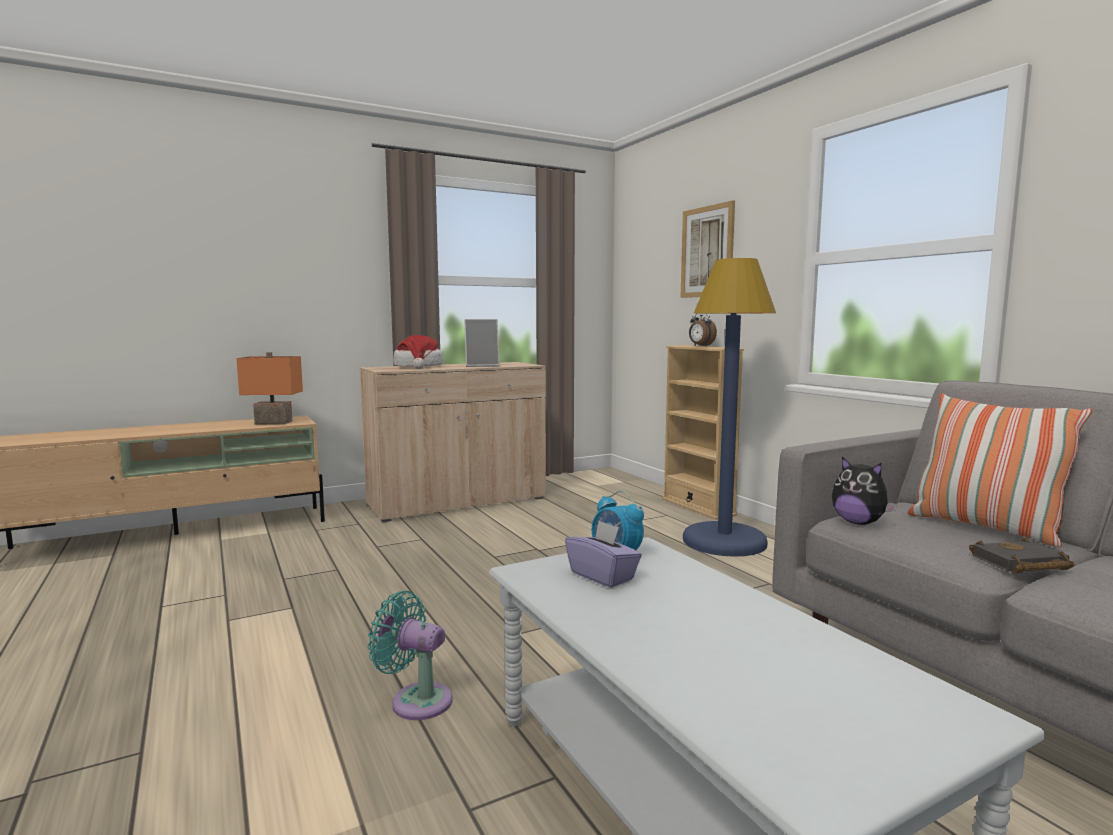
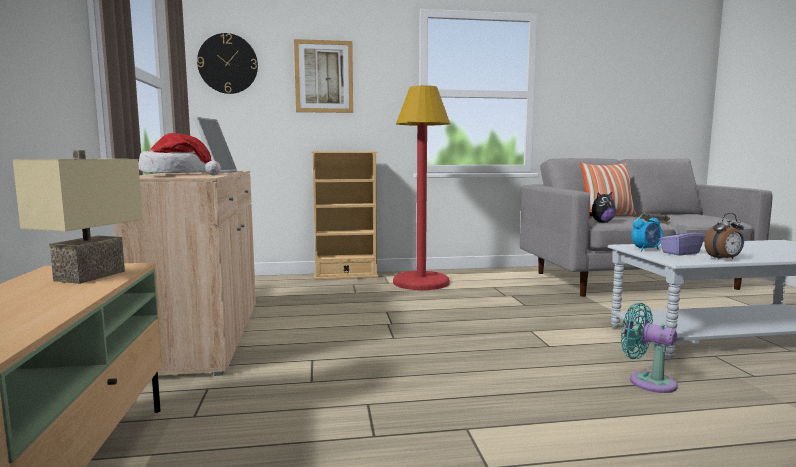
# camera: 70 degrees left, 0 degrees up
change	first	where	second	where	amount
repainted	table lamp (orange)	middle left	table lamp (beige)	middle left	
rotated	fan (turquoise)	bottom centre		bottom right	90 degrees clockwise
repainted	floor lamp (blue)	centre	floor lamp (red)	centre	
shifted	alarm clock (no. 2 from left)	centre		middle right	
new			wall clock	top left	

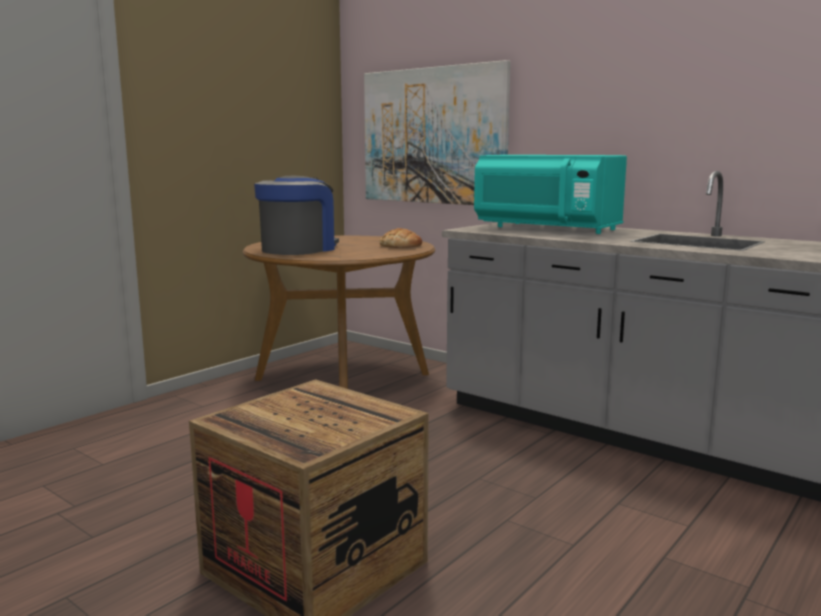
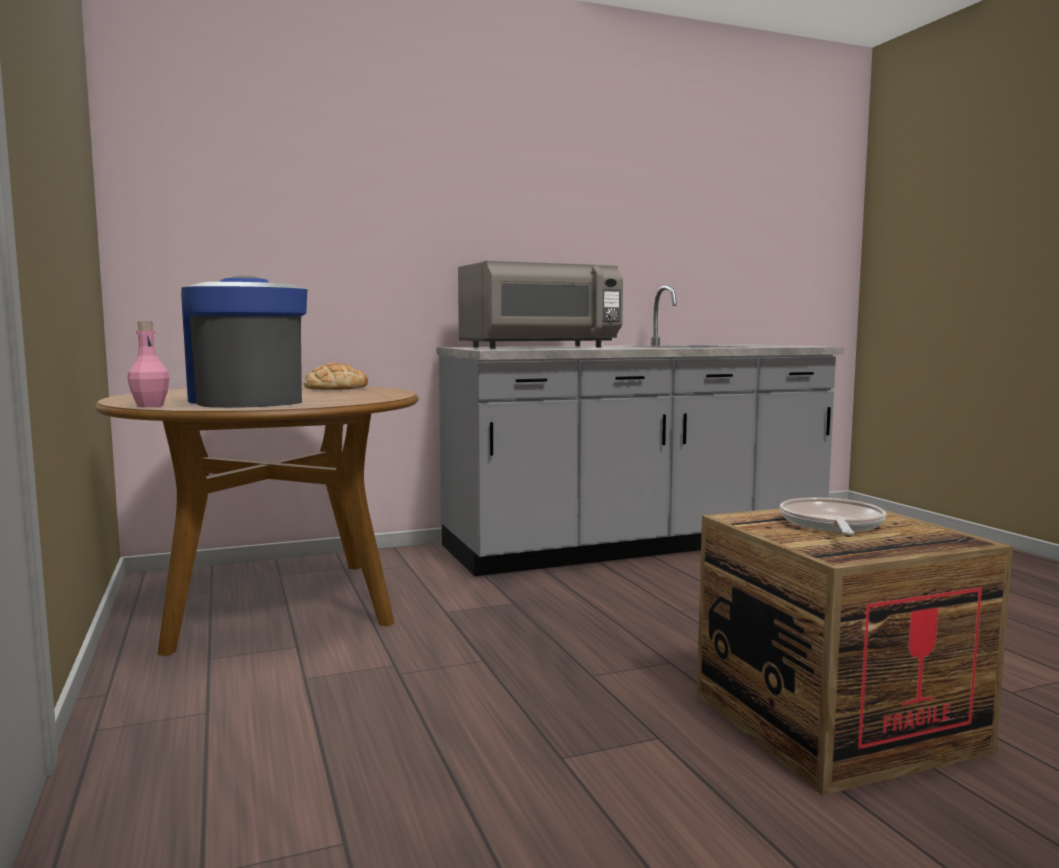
# camera: 60 degrees left, 5 degrees down
change	first	where	second	where	amount
gone	picture	top centre			
repainted	microwave (turquoise)	top right	microwave (grey)	centre	
new			bottle (pink)	middle left	
new			frying pan	middle right	

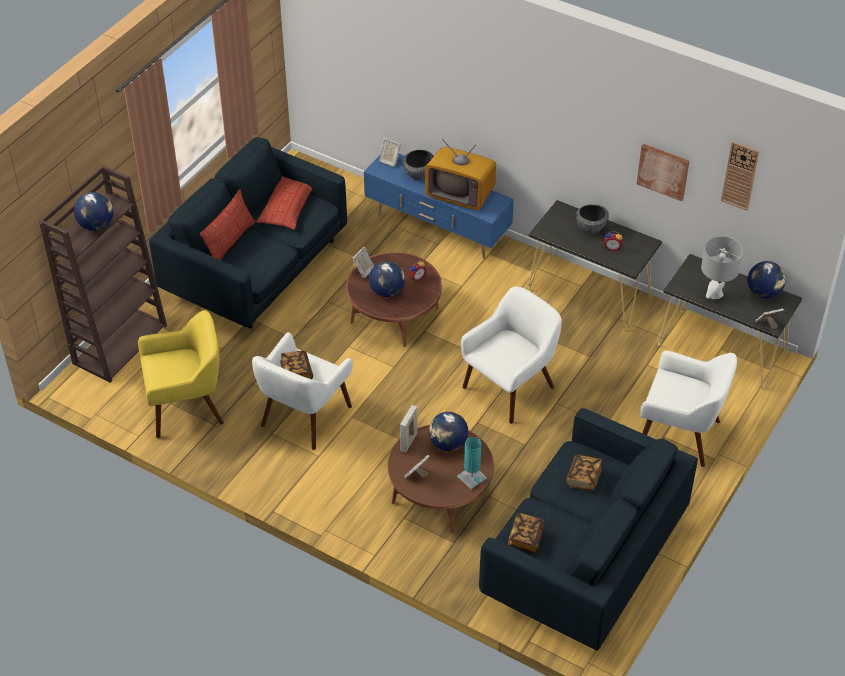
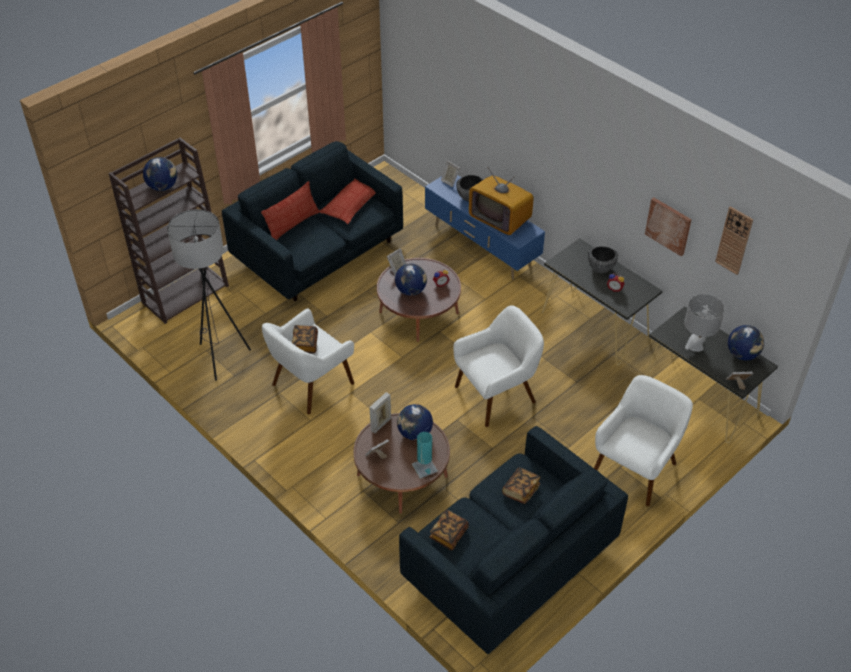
# camera: 15 degrees right, 0 degrees up
change	first	where	second	where	amount
swapped	armchair (yellow)	middle left	floor lamp (grey)	middle left	
rotated	armchair (white) (no. 3 from left)	middle right		middle right	90 degrees counterclockwise

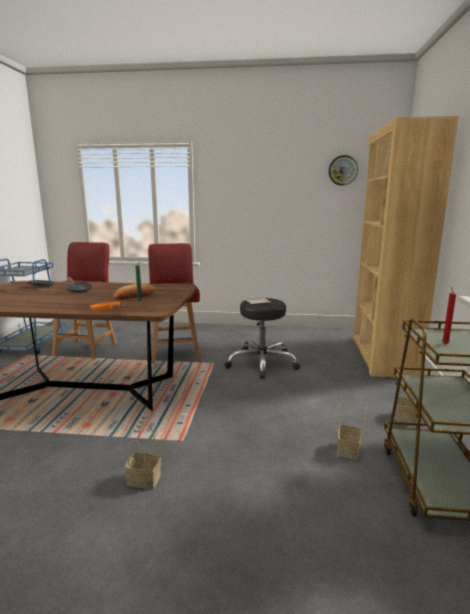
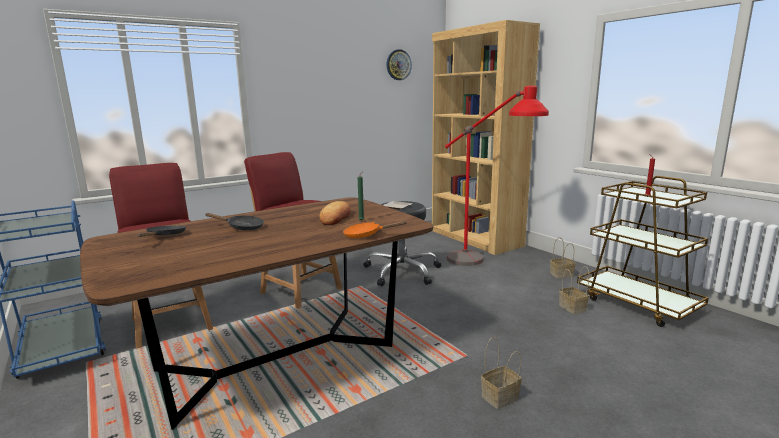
# camera: 40 degrees left, 0 degrees up
change	first	where	second	where	amount
new			floor lamp (red)	centre	

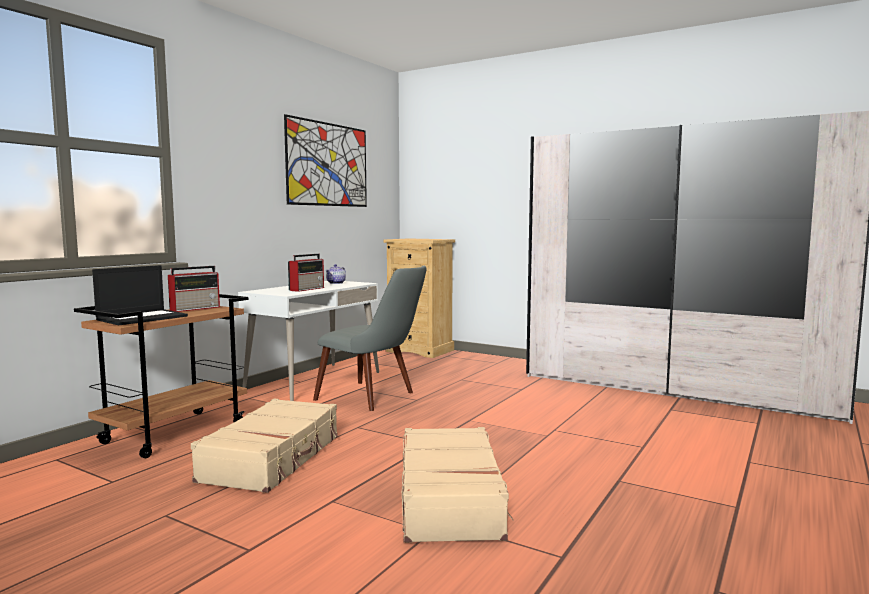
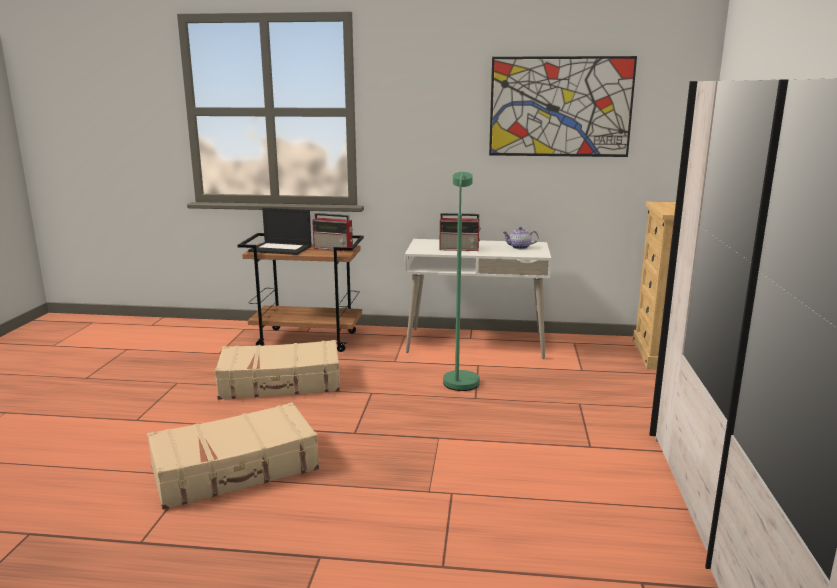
# camera: 65 degrees right, 10 degrees up
change	first	where	second	where	amount
swapped	chair (grey)	centre	floor lamp (green)	centre	

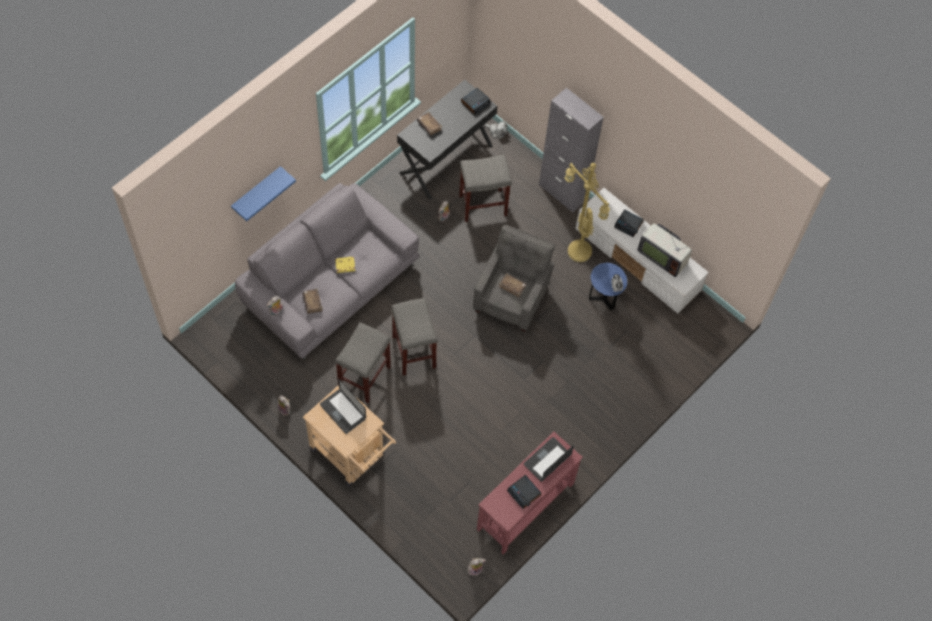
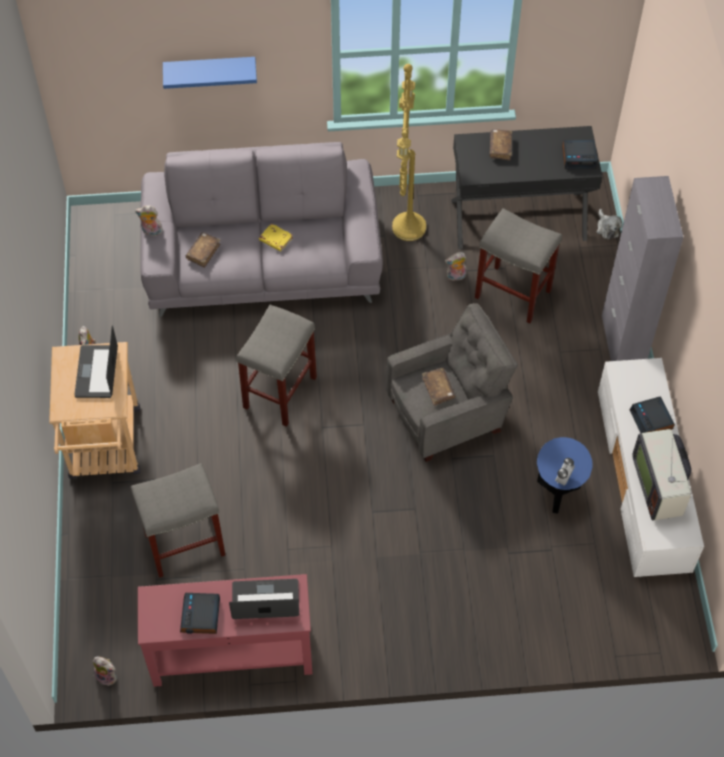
# camera: 45 degrees right, 5 degrees down
change	first	where	second	where	amount
shifted	stool (grey) (no. 1 from left)	centre		bottom left	
shifted	floor lamp (yellow)	centre		top centre	

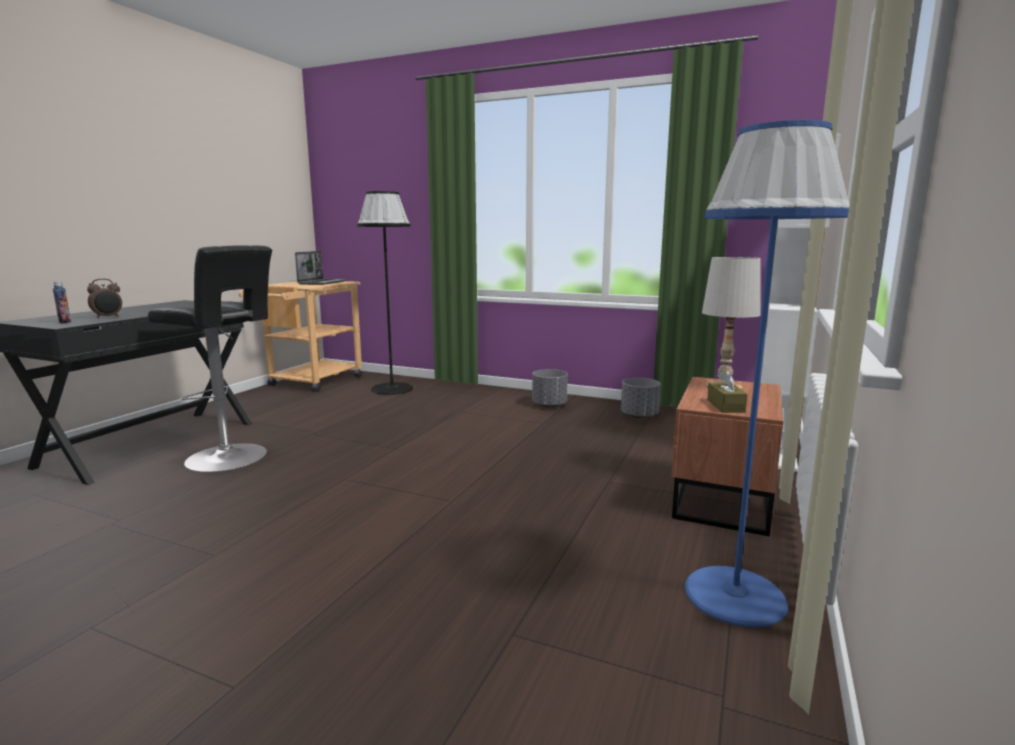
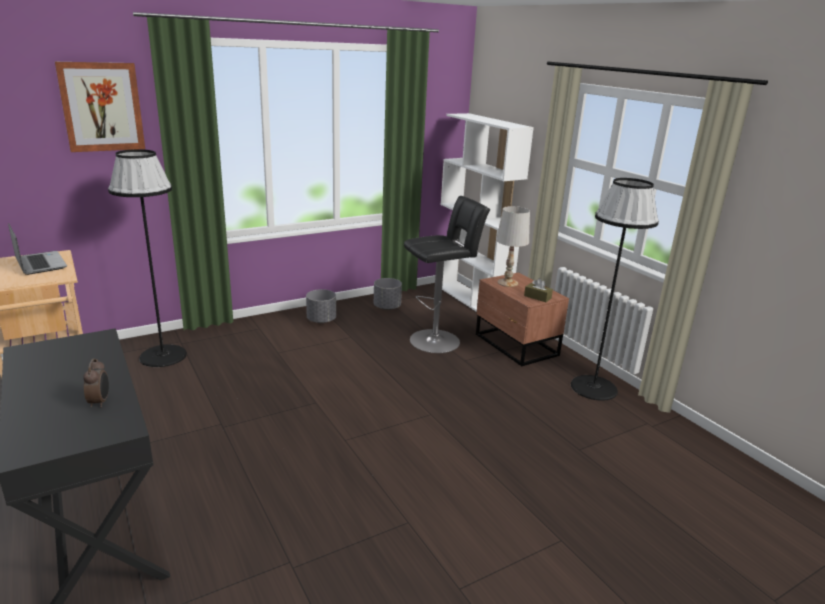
# camera: 55 degrees left, 10 degrees up
change	first	where	second	where	amount
gone	bottle	middle left			
shifted	stool (black)	middle left		centre	
repainted	floor lamp (blue)	middle right	floor lamp (black) (no. 2 from left)	middle right	
new			picture	top left	

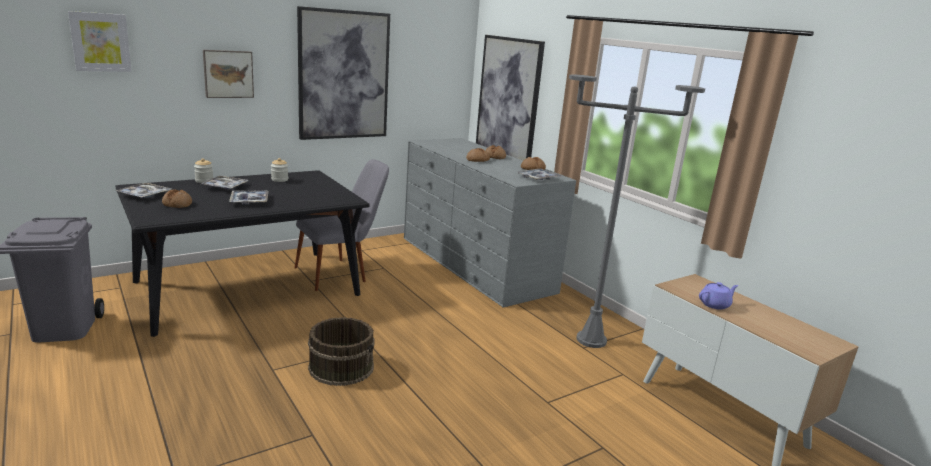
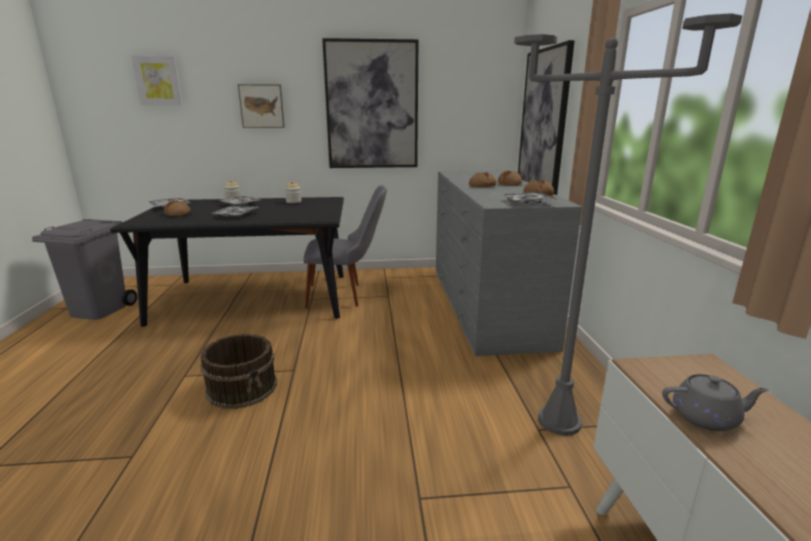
# camera: 30 degrees right, 0 degrees up
change	first	where	second	where	amount
repainted	teapot (purple)	middle right	teapot (grey)	bottom right	

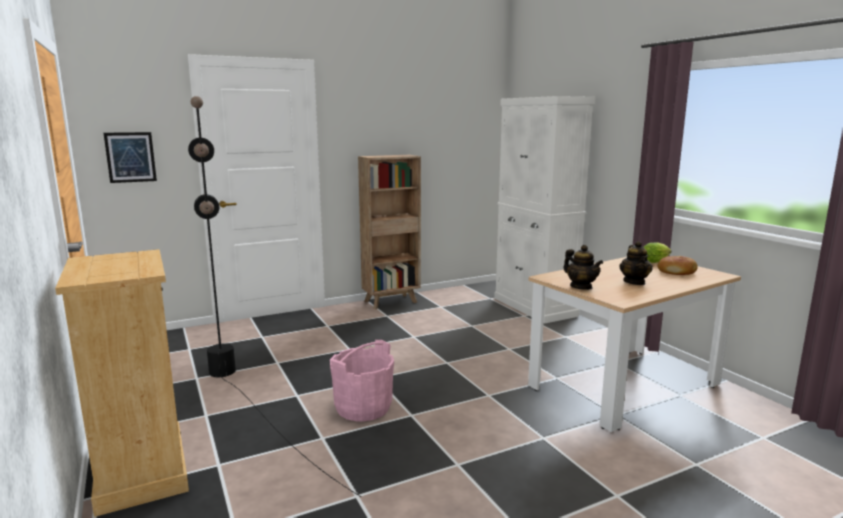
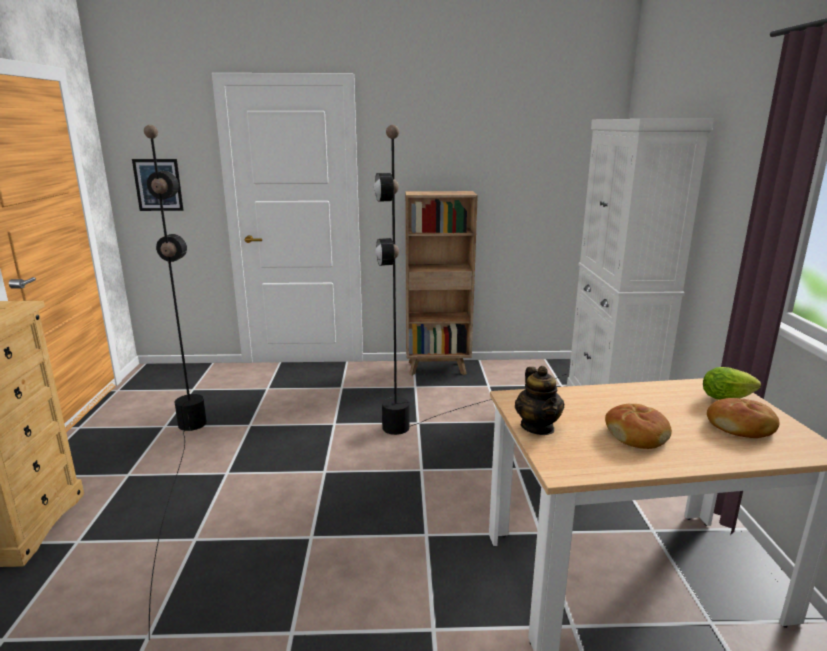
# camera: 25 degrees right, 5 degrees up
change	first	where	second	where	amount
gone	bucket (pink)	bottom centre			
swapped	teapot (no. 2 from left)	middle right	bread (no. 1 from left)	middle right	
new			floor lamp (black) (no. 2 from left)	centre	

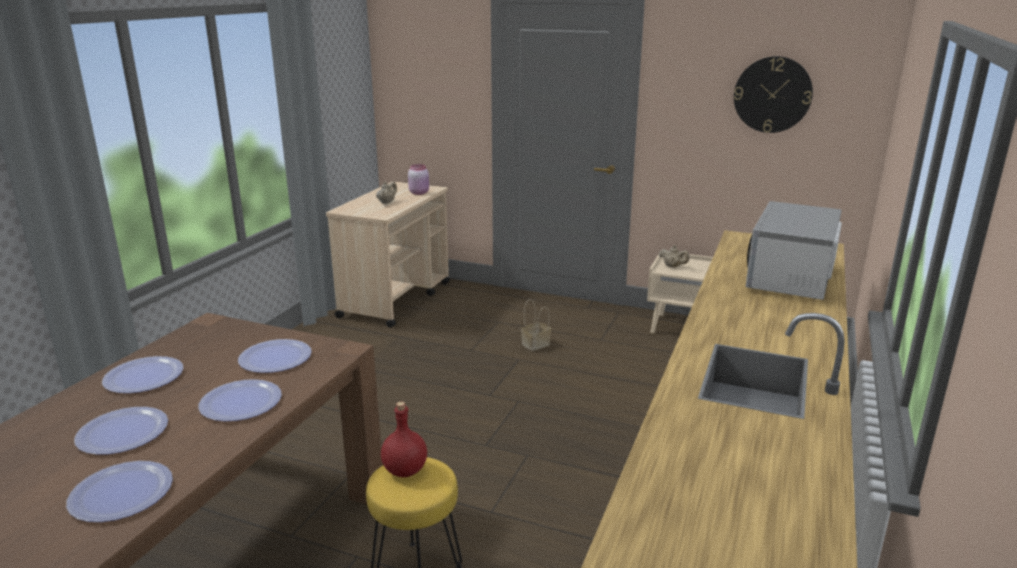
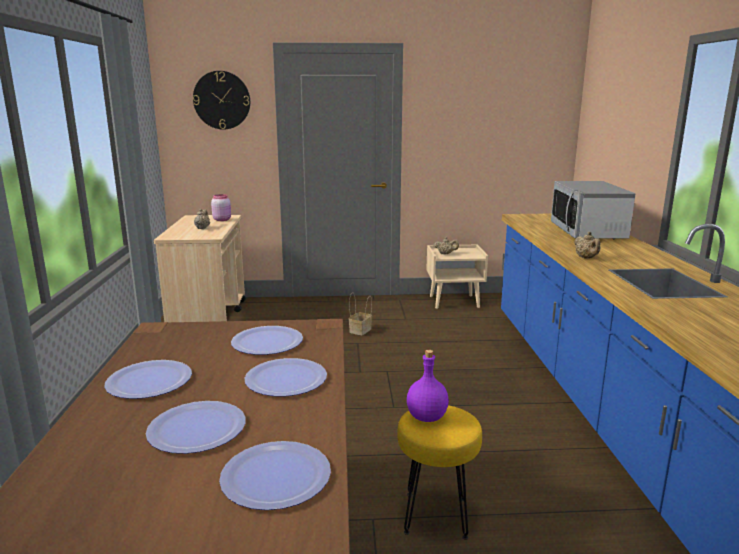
# camera: 25 degrees left, 5 degrees down
change	first	where	second	where	amount
repainted	bottle (red)	bottom centre	bottle (purple)	bottom centre	
shifted	wall clock	top right		top left	
new			teapot (beige) (no. 3 from left)	middle right	

